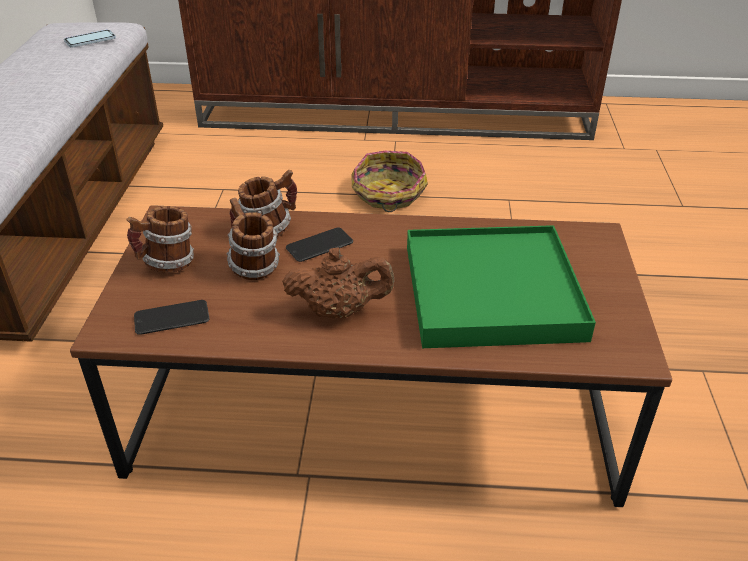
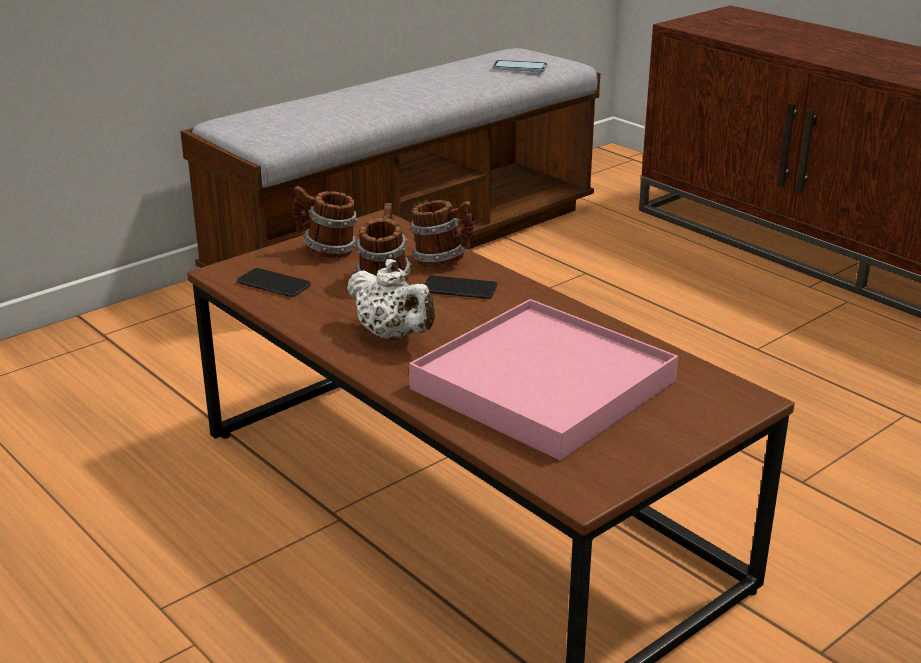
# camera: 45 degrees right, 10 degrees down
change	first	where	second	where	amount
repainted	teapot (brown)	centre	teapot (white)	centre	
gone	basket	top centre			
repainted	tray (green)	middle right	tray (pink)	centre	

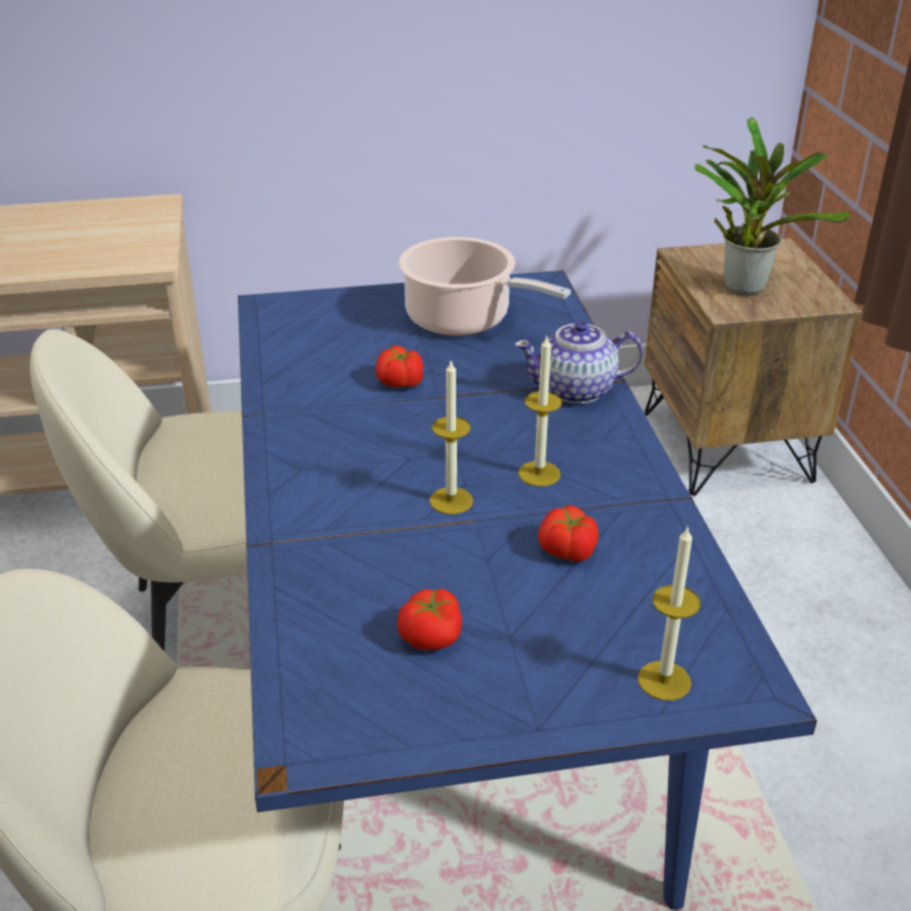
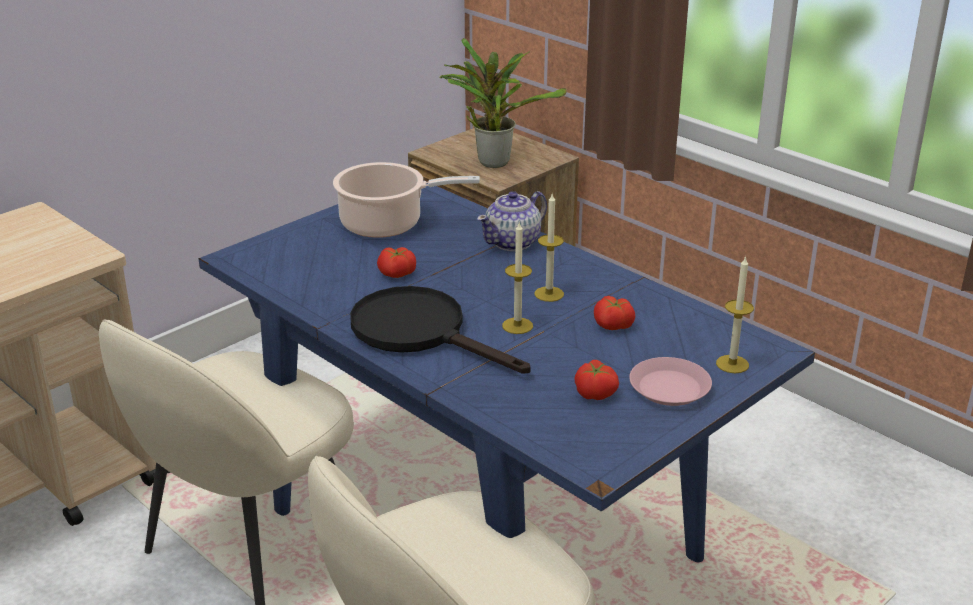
# camera: 35 degrees left, 5 degrees down
change	first	where	second	where	amount
new			frying pan (black)	centre	
new			plate (pink)	middle right	

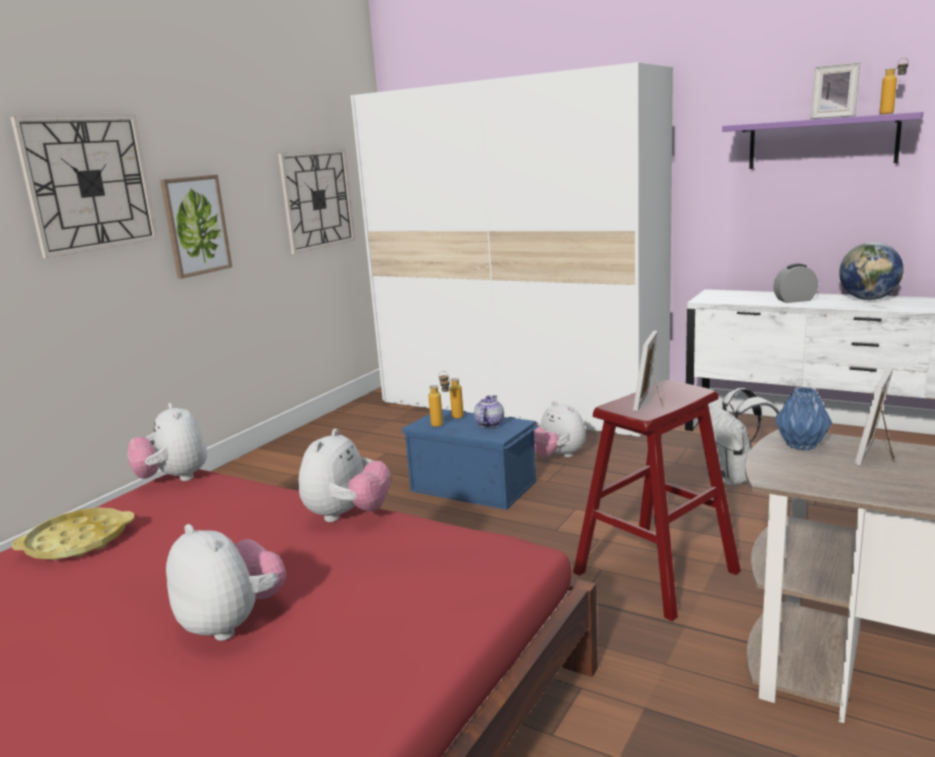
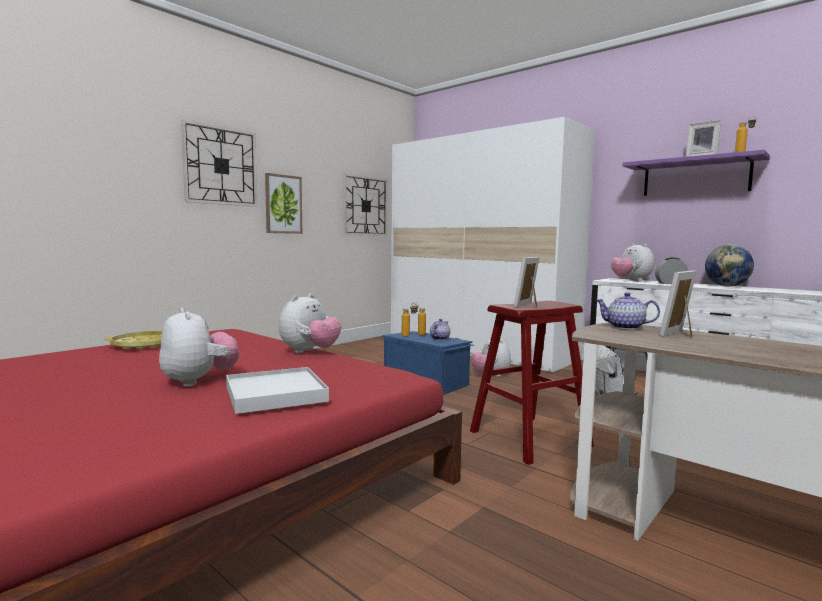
# camera: 10 degrees right, 10 degrees down
change	first	where	second	where	amount
shifted	plush toy (no. 1 from left in the first image)	middle left	plush toy (no. 4 from left)	middle right	
swapped	vase (blue)	middle right	teapot (no. 2 from left)	middle right	
new			tray (white)	centre	

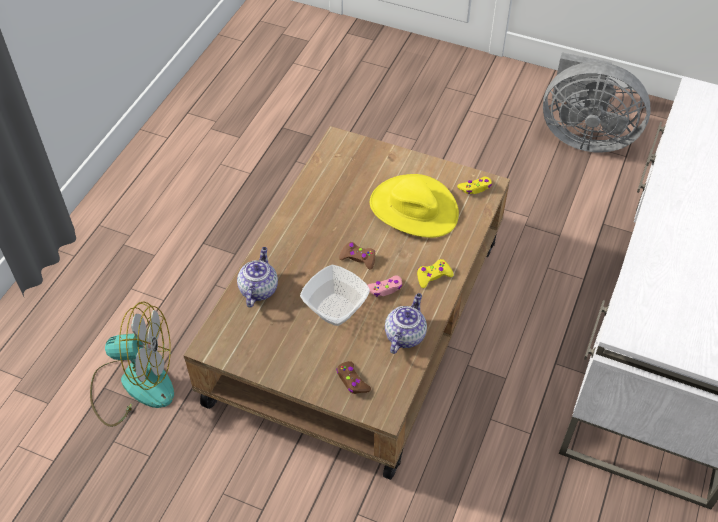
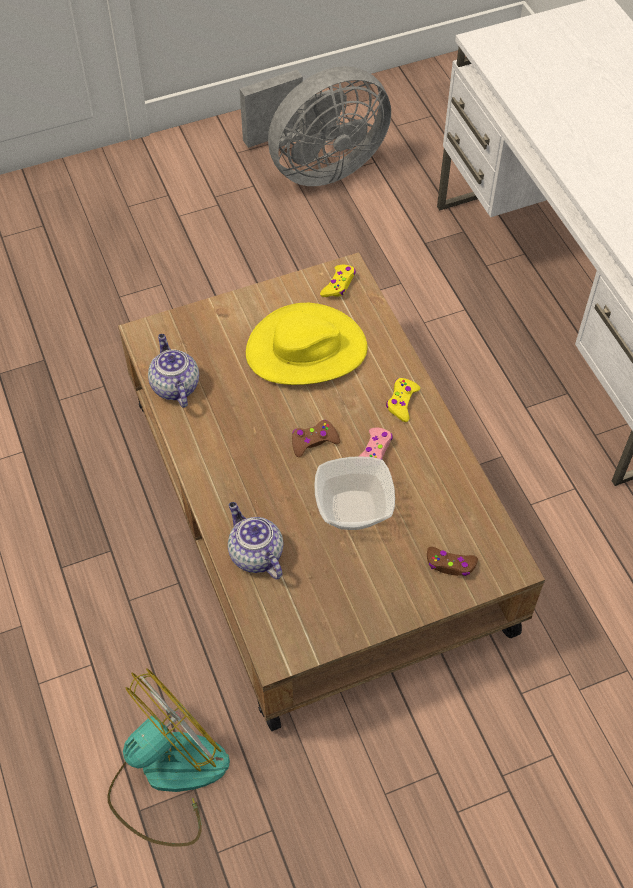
# camera: 45 degrees left, 5 degrees up
change	first	where	second	where	amount
shifted	teapot (no. 2 from left in the first image)	centre	teapot (no. 1 from left)	middle left	

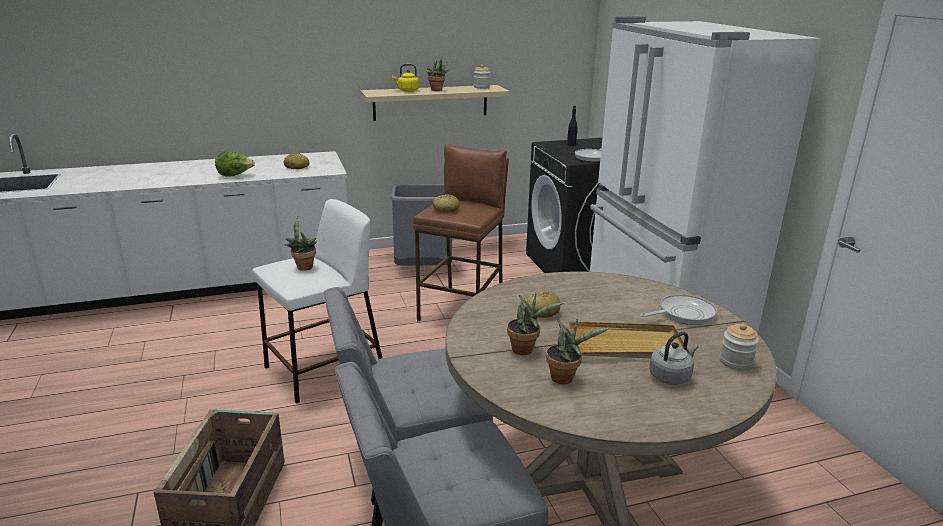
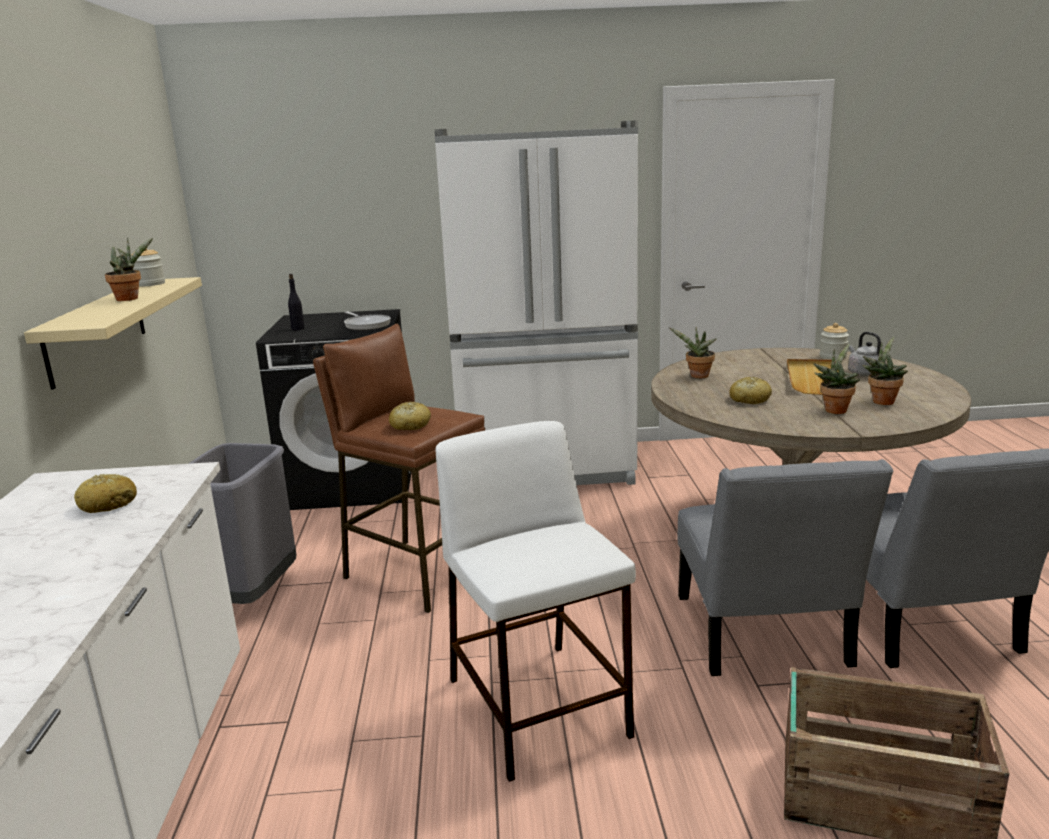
# camera: 75 degrees left, 5 degrees down
change	first	where	second	where	amount
gone	lettuce	top left			
shifted	potted plant (no. 1 from left in the first image)	middle left	potted plant (no. 2 from left)	centre	
gone	kettle (yellow)	top centre			
gone	frying pan (no. 2 from left)	middle right			

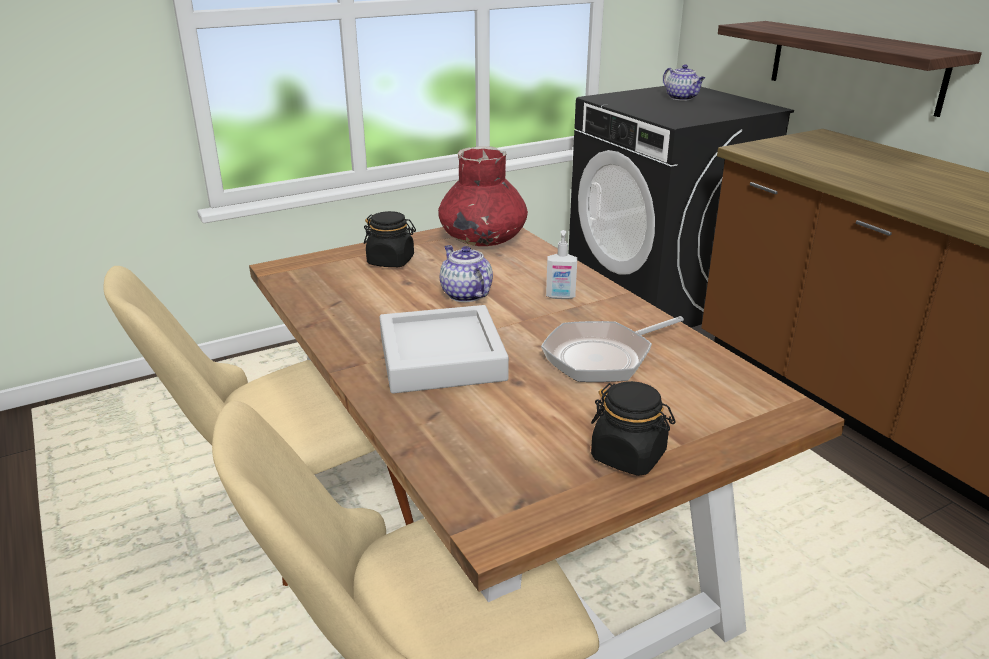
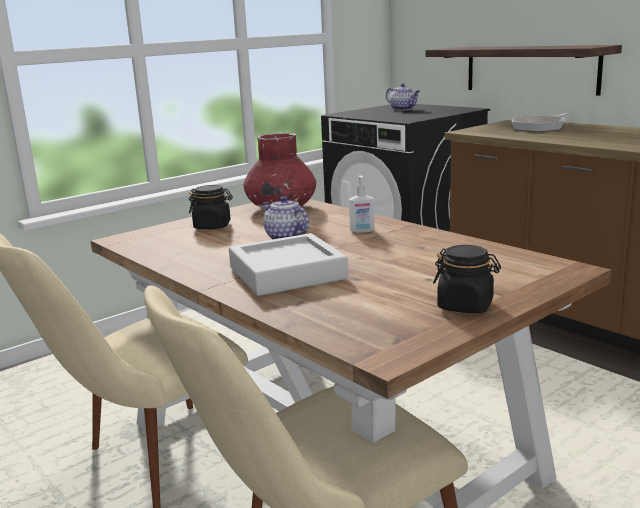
# camera: 10 degrees left, 10 degrees down
change	first	where	second	where	amount
shifted	frying pan	centre		top right	

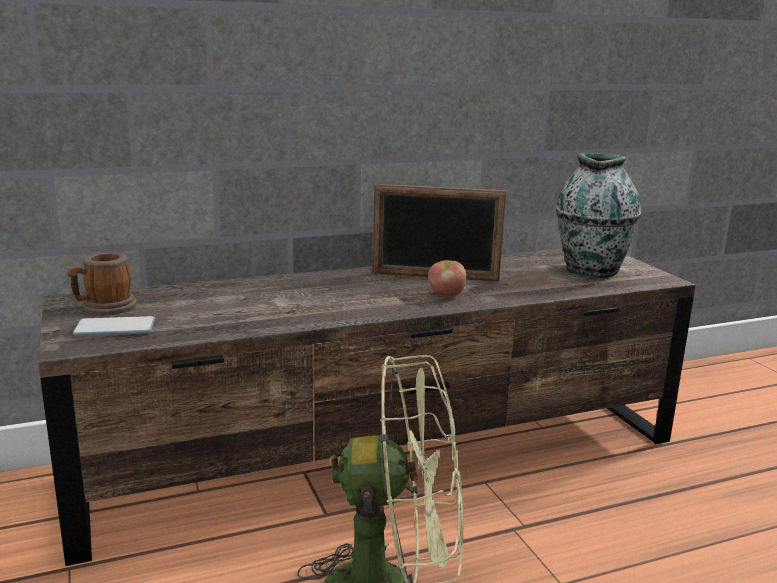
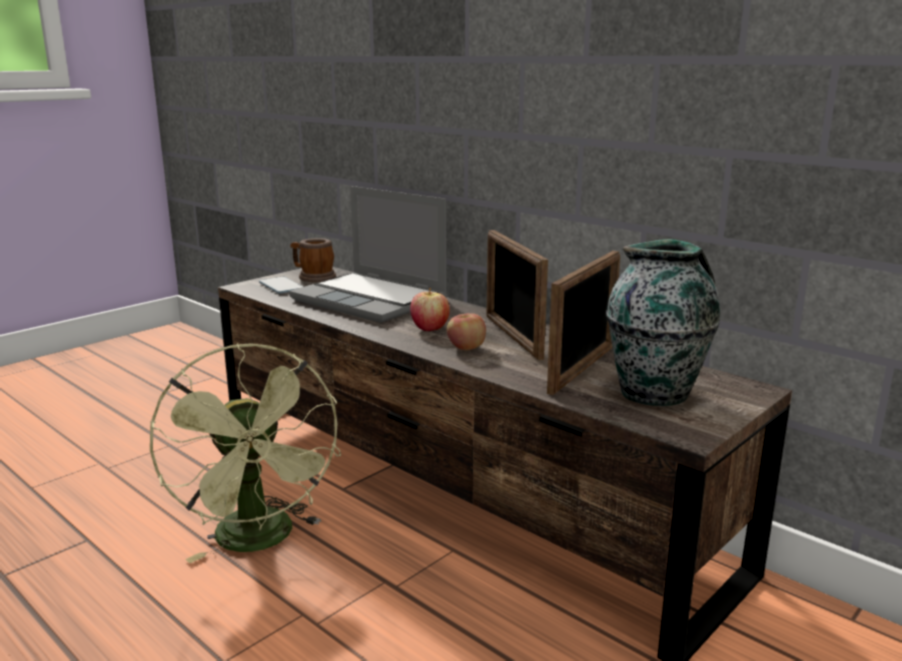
# camera: 65 degrees right, 0 degrees up
change	first	where	second	where	amount
new			laptop	centre	
new			apple (no. 1 from left)	centre	
new			picture frame (no. 2 from left)	centre	

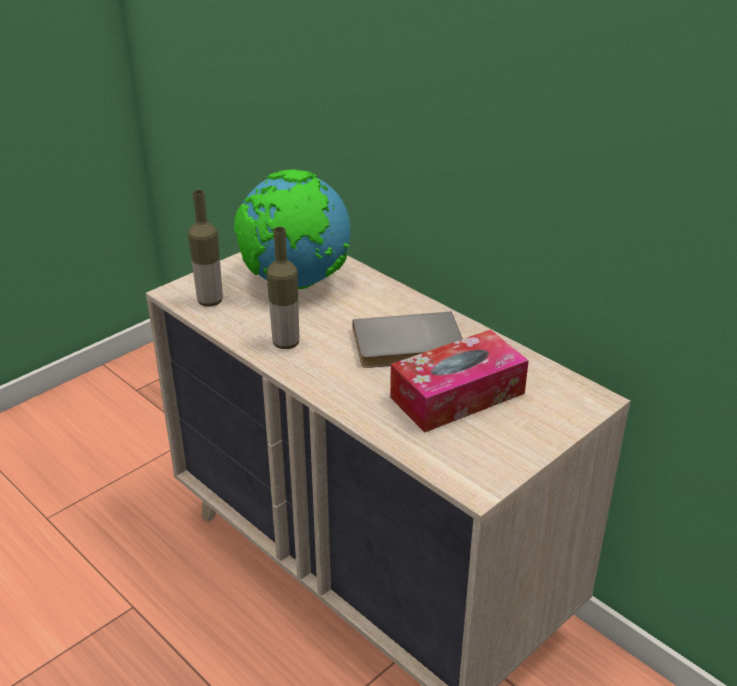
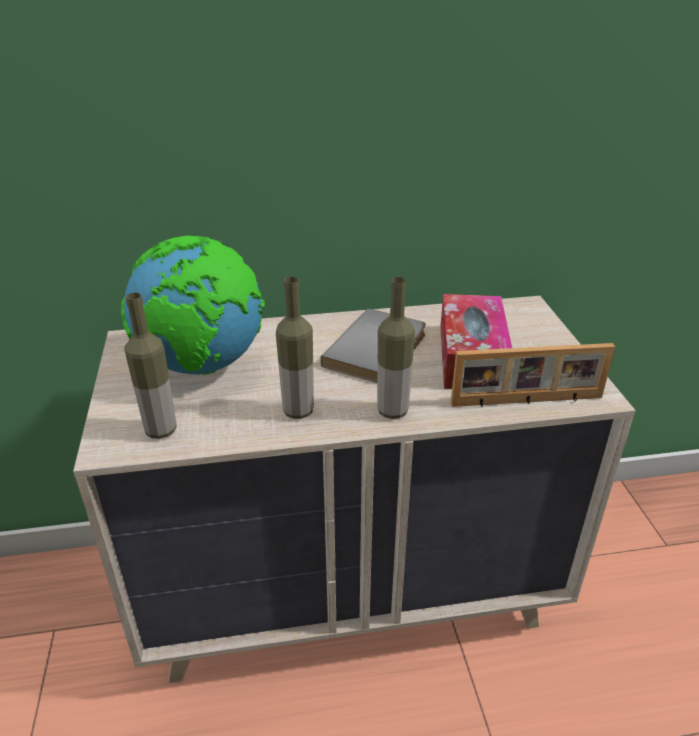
# camera: 55 degrees left, 0 degrees up
change	first	where	second	where	amount
new			bottle (no. 3 from left)	centre	
new			picture frame	middle right	

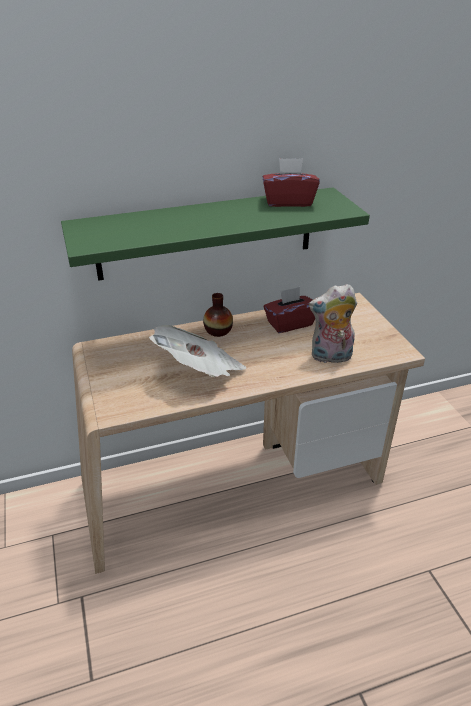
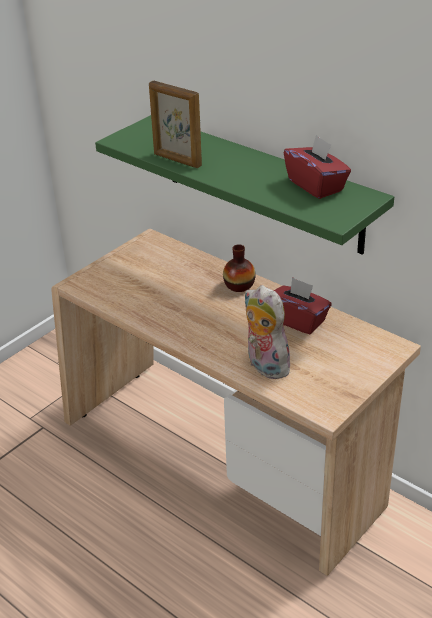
# camera: 60 degrees right, 0 degrees up
change	first	where	second	where	amount
gone	newspaper	centre			
new			picture frame	top centre	

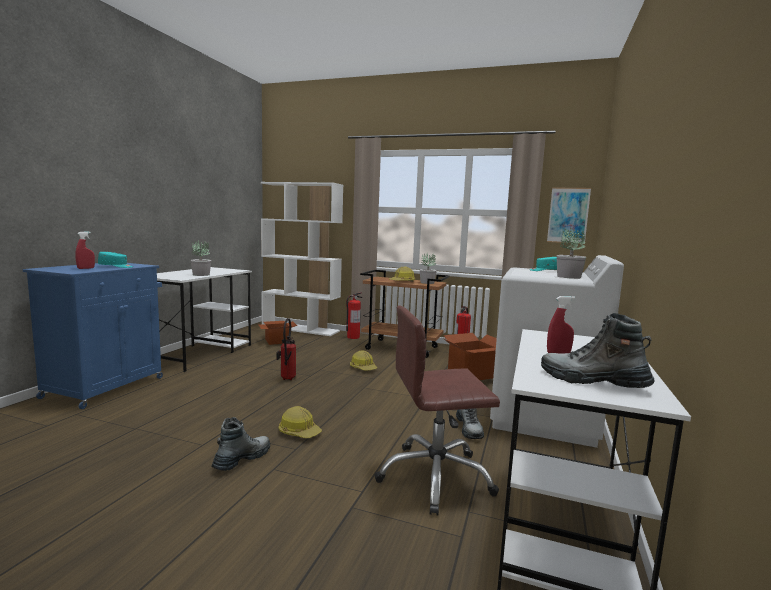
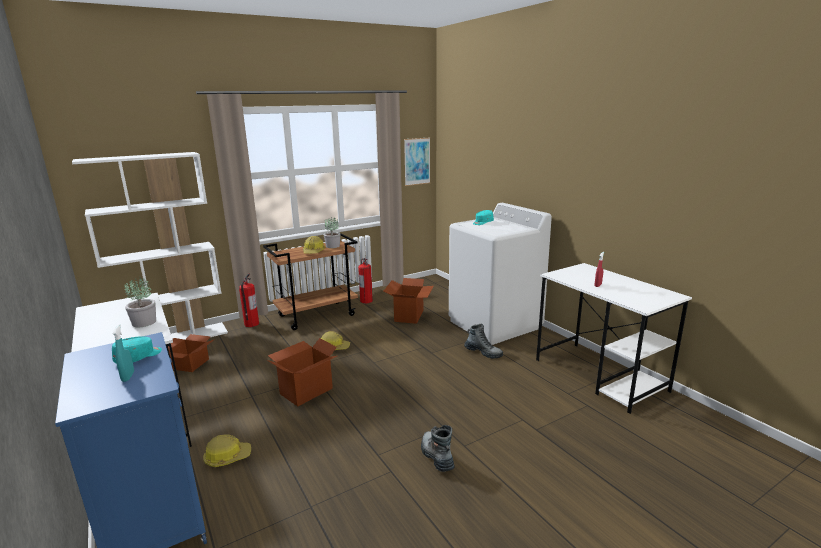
# camera: 50 degrees left, 10 degrees up
change	first	where	second	where	amount
repainted	spray bottle (red) (no. 1 from left)	middle left	spray bottle (turquoise)	middle left	
swapped	fire extinguisher (no. 1 from left)	centre	cardboard box (no. 2 from left)	bottom centre	
shifted	hard hat (no. 1 from left)	bottom centre		bottom left	
gone	office chair (brown)	bottom centre			
gone	boot (no. 3 from left)	middle right			
gone	potted plant (no. 3 from left)	middle right			

